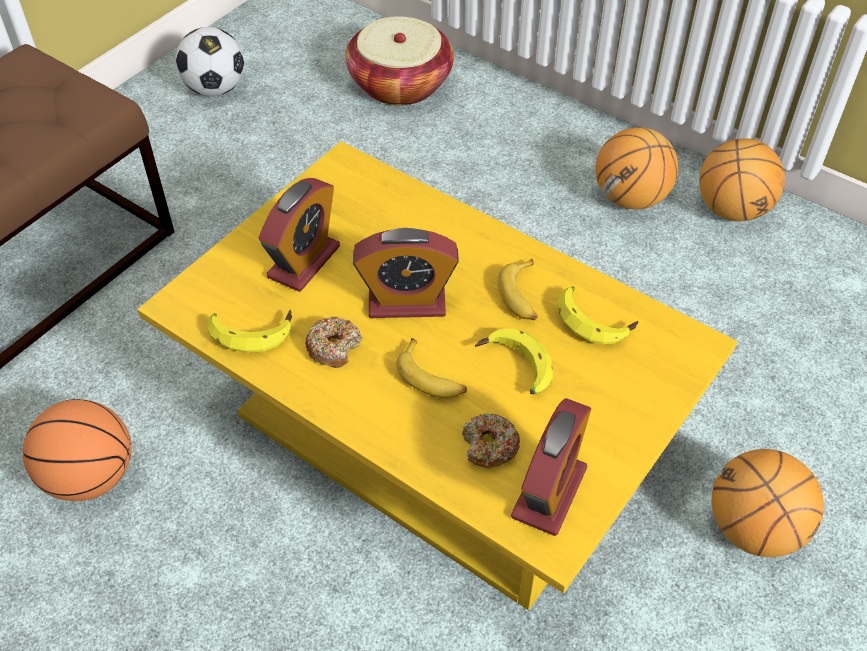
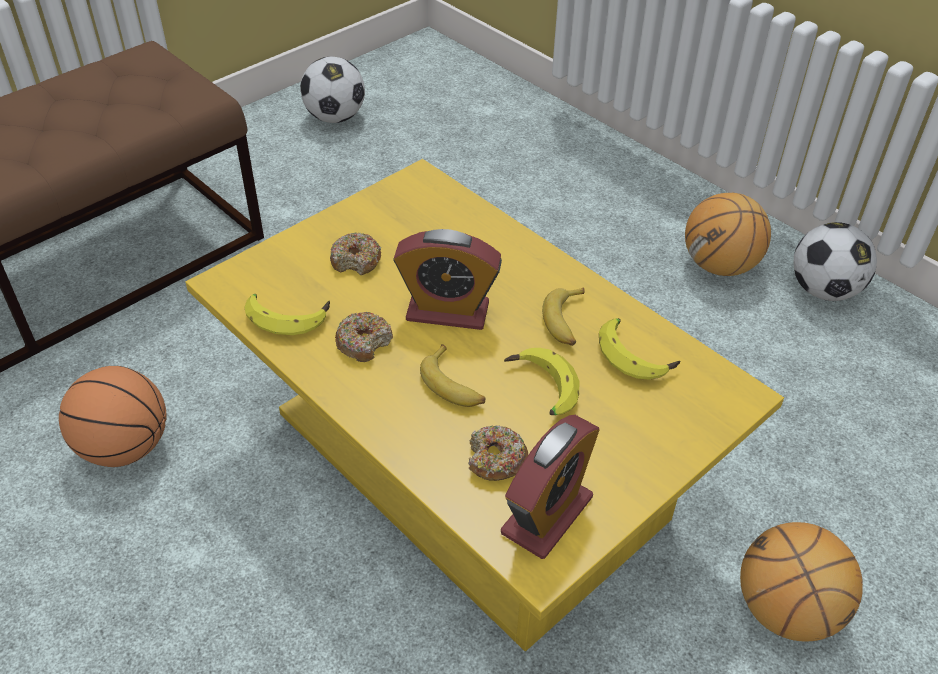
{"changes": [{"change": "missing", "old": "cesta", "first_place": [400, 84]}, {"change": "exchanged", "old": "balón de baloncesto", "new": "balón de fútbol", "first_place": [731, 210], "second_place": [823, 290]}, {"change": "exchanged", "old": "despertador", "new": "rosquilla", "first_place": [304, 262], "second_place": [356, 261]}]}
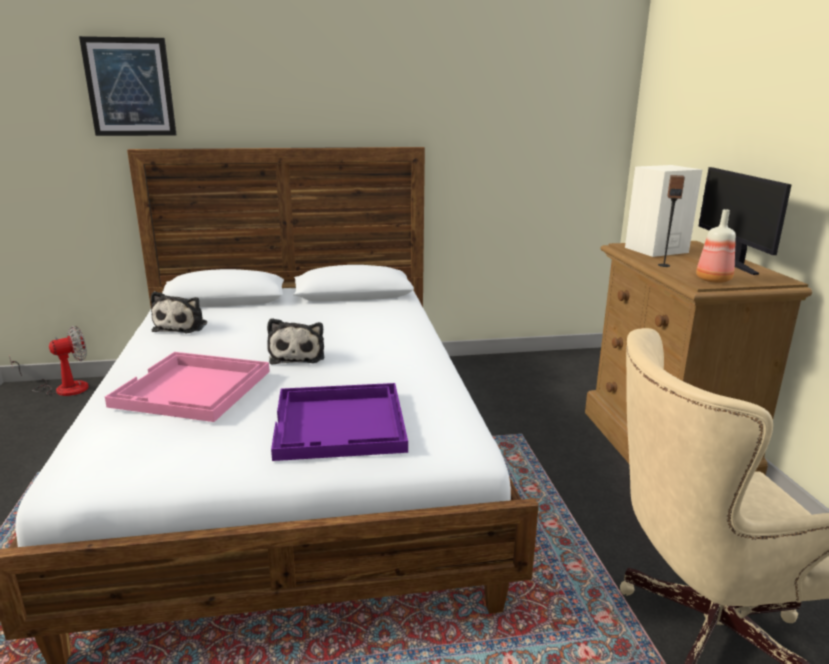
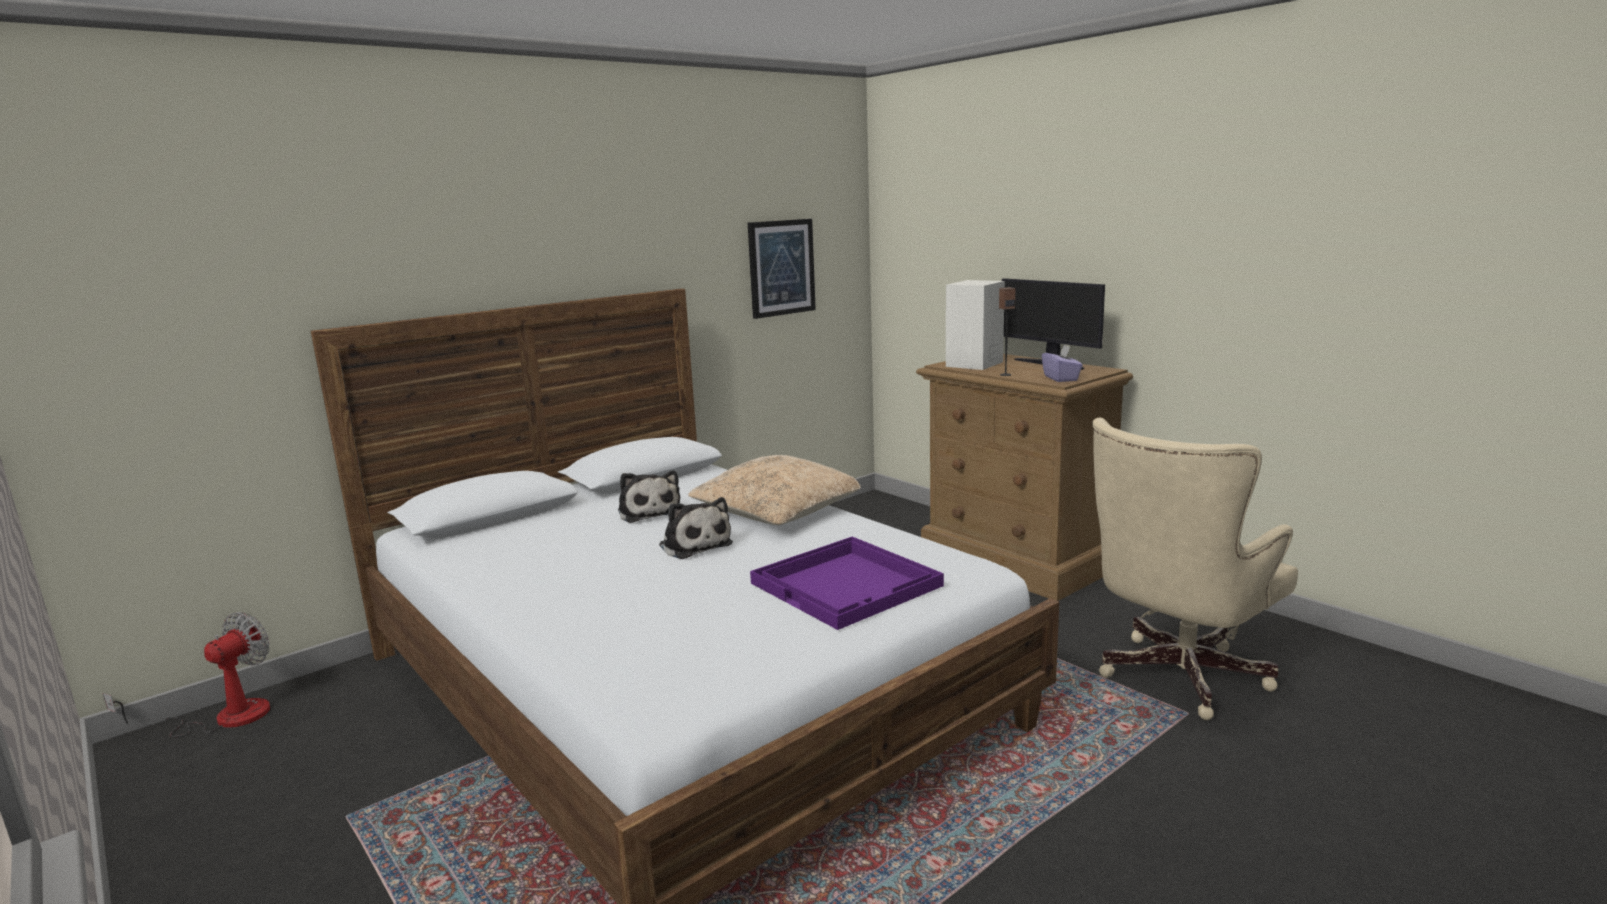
{"changes": [{"change": "relocated", "old": "cuadro", "first_place": [130, 87], "second_place": [781, 267]}, {"change": "exchanged", "old": "botella", "new": "caja de pañuelos/morado", "first_place": [712, 279], "second_place": [1061, 378]}, {"change": "relocated", "old": "peluche", "first_place": [182, 326], "second_place": [648, 512]}, {"change": "missing", "old": "bandeja/rosa", "first_place": [193, 389]}, {"change": "appeared", "new": "cojín/beis", "second_place": [778, 510]}]}
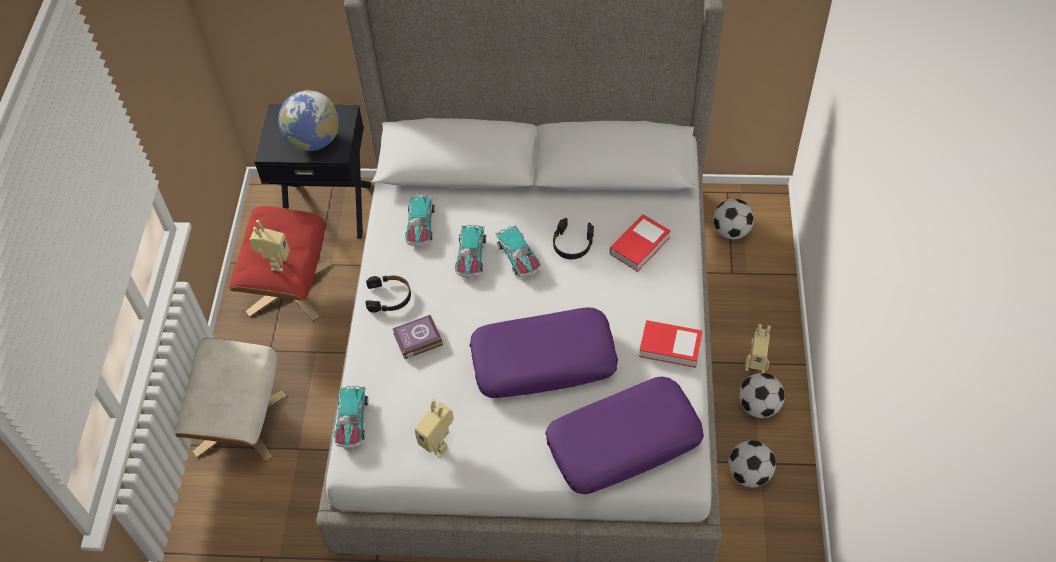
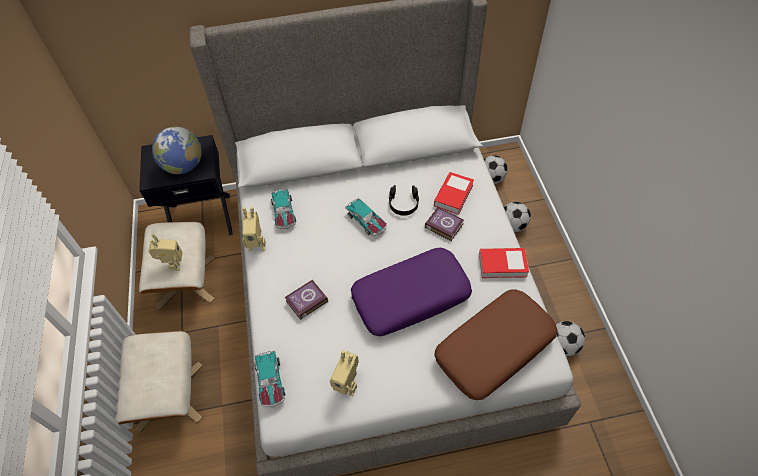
{"changes": [{"change": "colour", "old": "puf/rojo", "new": "puf/beis", "first_place": [289, 288], "second_place": [185, 282]}, {"change": "missing", "old": "coche de juguete", "first_place": [471, 256]}, {"change": "missing", "old": "auriculares/negro", "first_place": [389, 297]}, {"change": "relocated", "old": "robot de juguete", "first_place": [755, 364], "second_place": [257, 244]}, {"change": "relocated", "old": "balón de fútbol", "first_place": [759, 406], "second_place": [512, 225]}, {"change": "colour", "old": "cojín/morado", "new": "cojín/marrón", "first_place": [623, 441], "second_place": [494, 347]}, {"change": "appeared", "new": "libro", "second_place": [443, 225]}]}
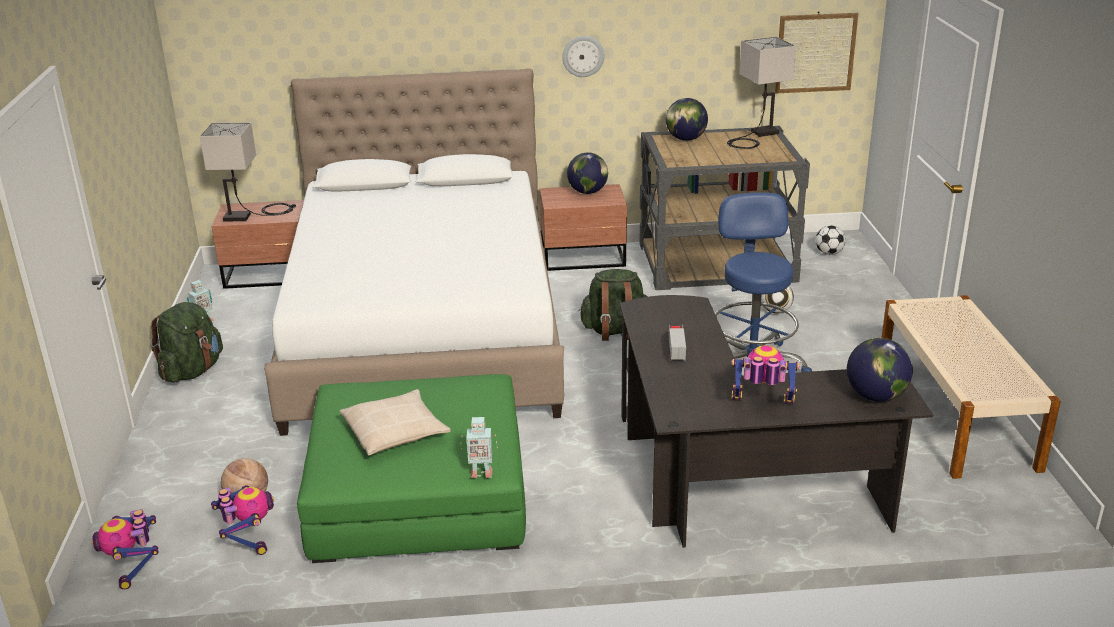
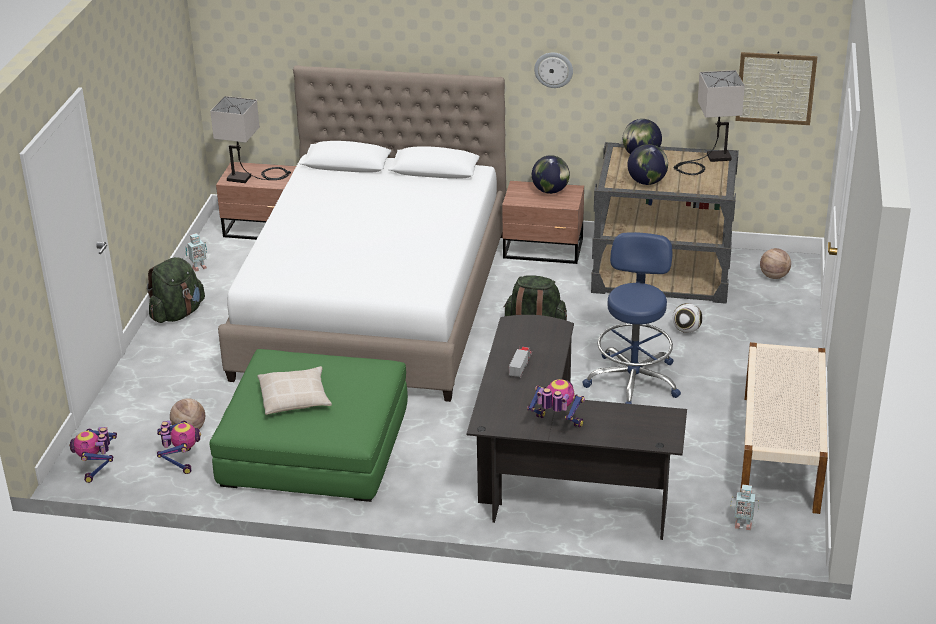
{"changes": [{"change": "exchanged", "old": "balón de fútbol", "new": "balón de baloncesto", "first_place": [829, 253], "second_place": [774, 276]}, {"change": "relocated", "old": "globo terráqueo", "first_place": [876, 396], "second_place": [647, 182]}, {"change": "relocated", "old": "robot de juguete", "first_place": [480, 472], "second_place": [742, 525]}]}
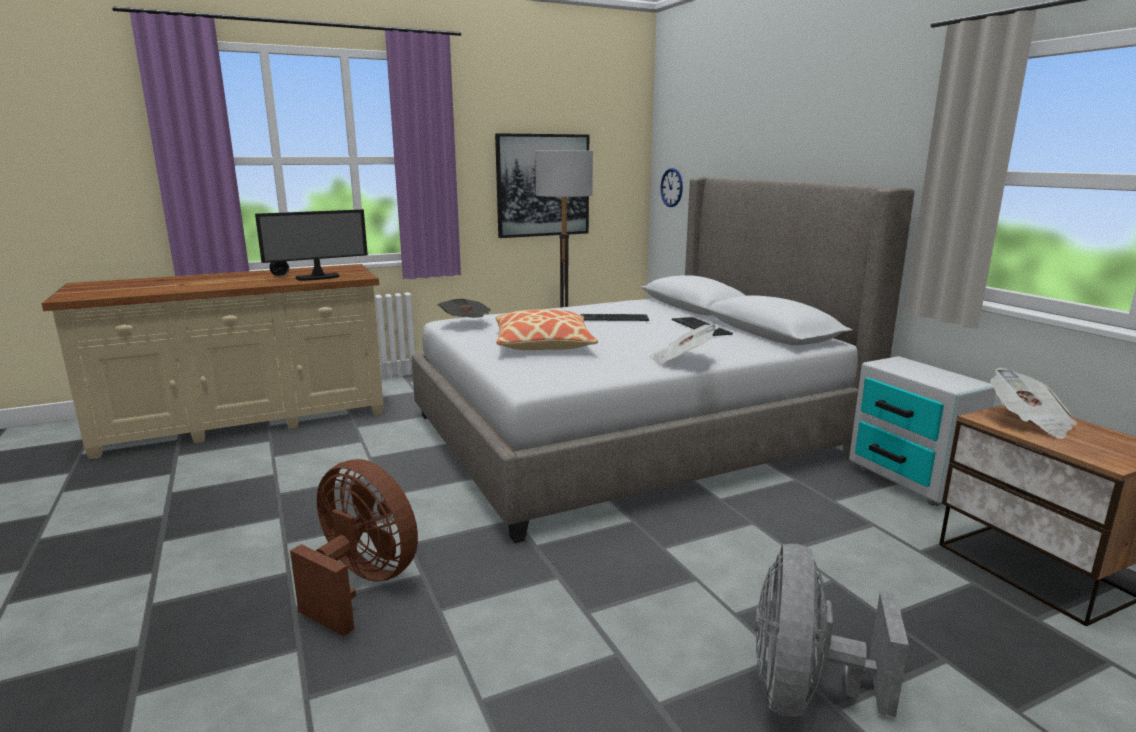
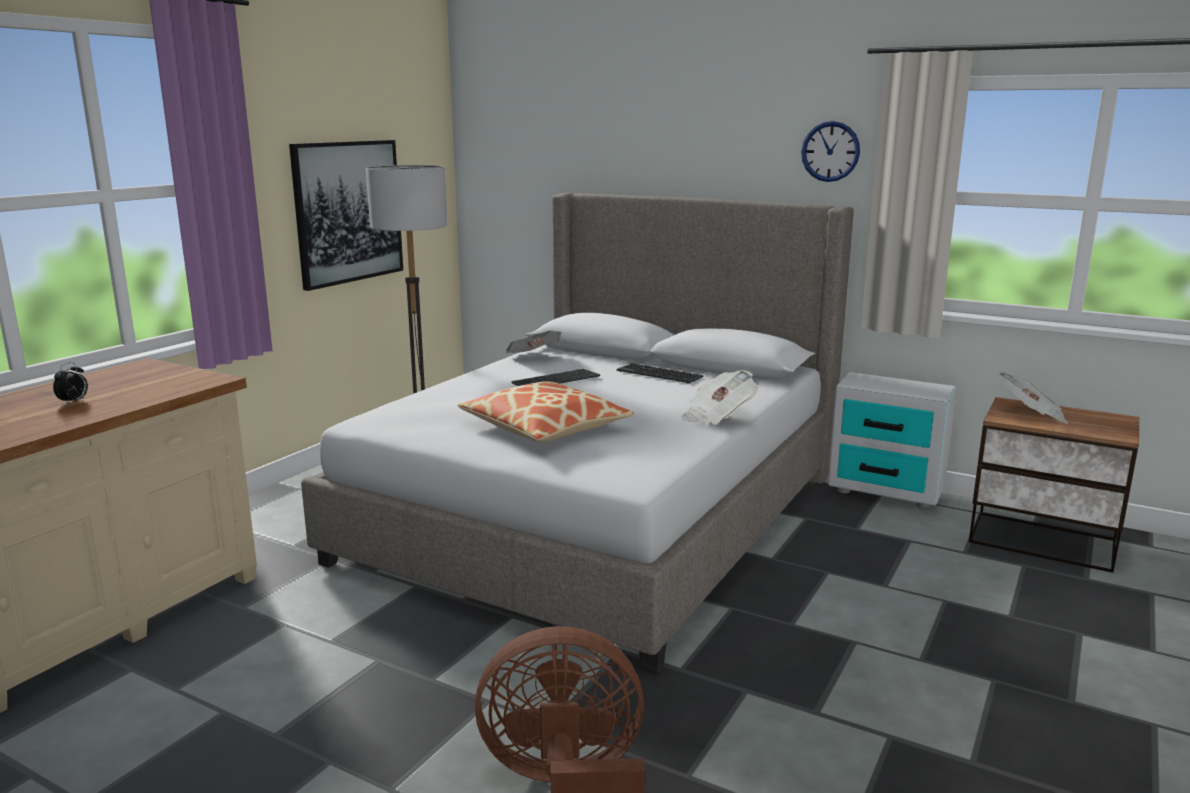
{"changes": [{"change": "relocated", "old": "reloj de pared", "first_place": [671, 187], "second_place": [830, 151]}, {"change": "missing", "old": "monitor", "first_place": [318, 278]}, {"change": "relocated", "old": "periódico", "first_place": [466, 323], "second_place": [533, 358]}, {"change": "missing", "old": "ventilador/gris", "first_place": [804, 693]}]}
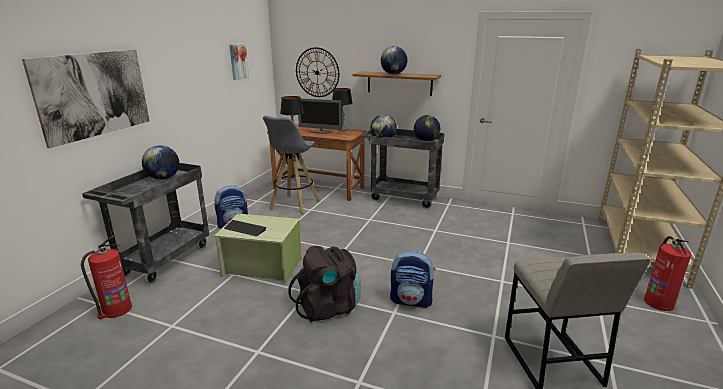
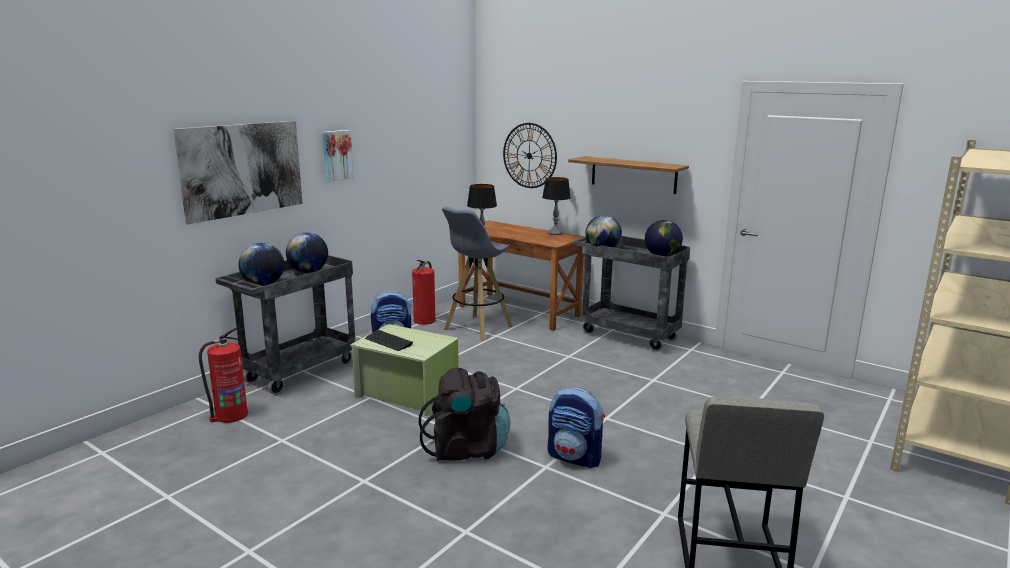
{"changes": [{"change": "relocated", "old": "cuadro", "first_place": [238, 61], "second_place": [336, 155]}, {"change": "relocated", "old": "globo terráqueo", "first_place": [393, 74], "second_place": [263, 285]}, {"change": "missing", "old": "monitor", "first_place": [320, 132]}, {"change": "relocated", "old": "extintor", "first_place": [658, 302], "second_place": [425, 320]}]}
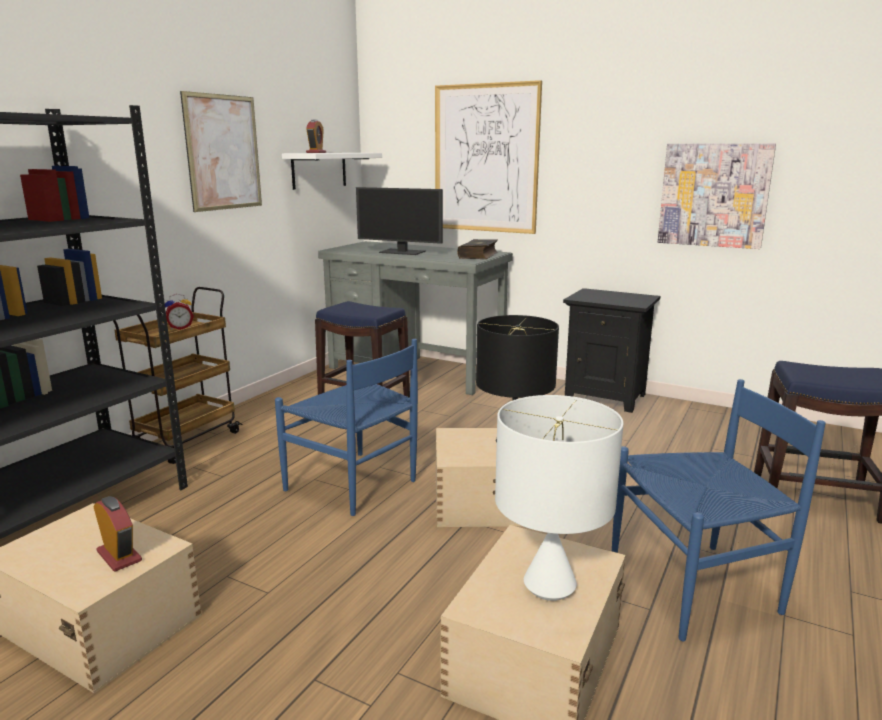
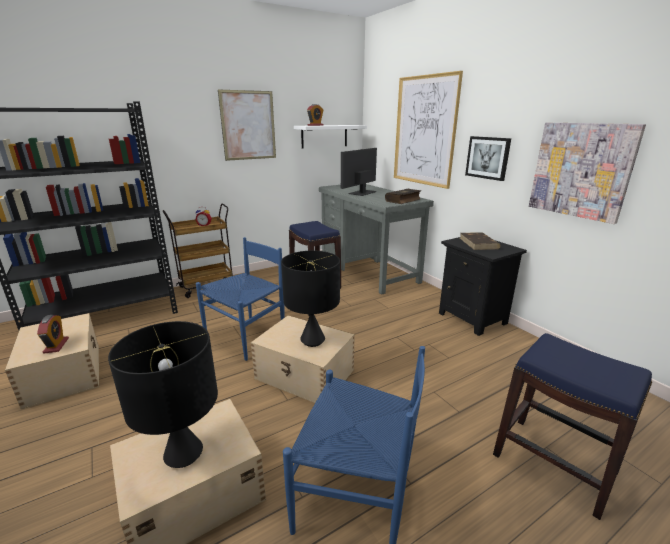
{"changes": [{"change": "spun", "old": "monitor", "first_place": [402, 252], "second_place": [362, 192], "degrees": 75}, {"change": "spun", "old": "silla/azul", "first_place": [354, 485], "second_place": [247, 336], "degrees": -120}, {"change": "colour", "old": "lámpara de mesa/blanco", "new": "lámpara de mesa/negro", "first_place": [549, 587], "second_place": [184, 455]}, {"change": "appeared", "new": "cuadro", "second_place": [488, 157]}, {"change": "appeared", "new": "libro/marrón", "second_place": [479, 243]}]}
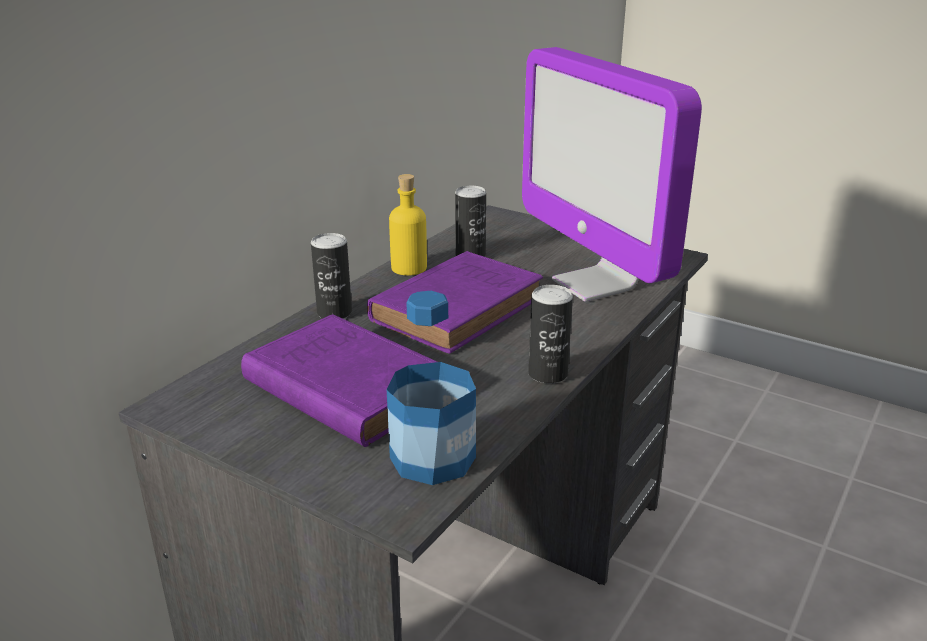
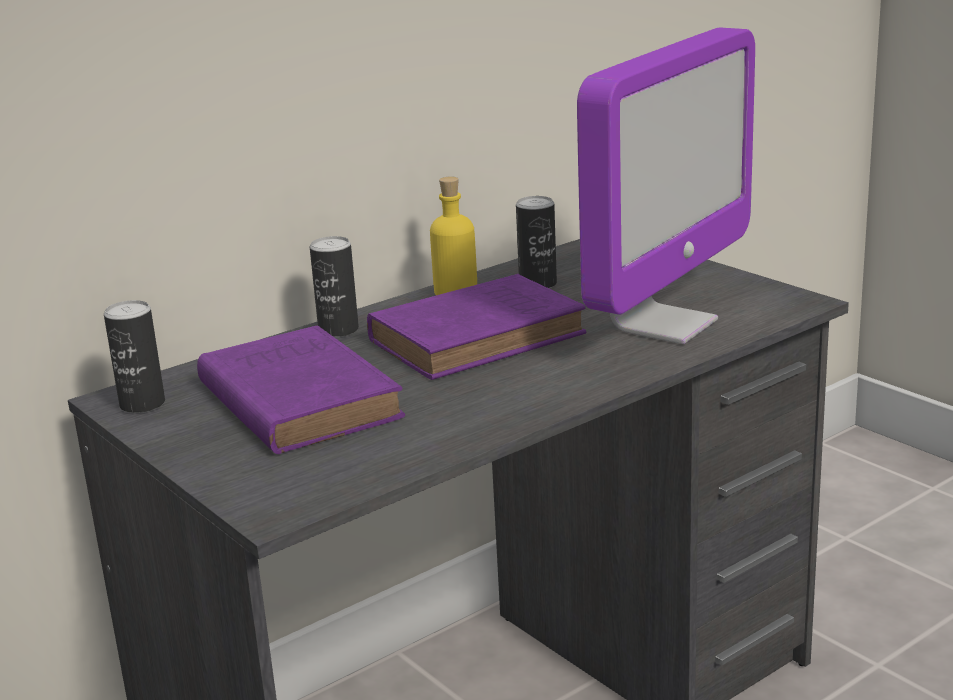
{"changes": [{"change": "spun", "old": "monitor", "first_place": [594, 284], "second_place": [664, 325], "degrees": -135}, {"change": "relocated", "old": "lata", "first_place": [547, 374], "second_place": [142, 404]}, {"change": "missing", "old": "botella", "first_place": [433, 457]}]}
